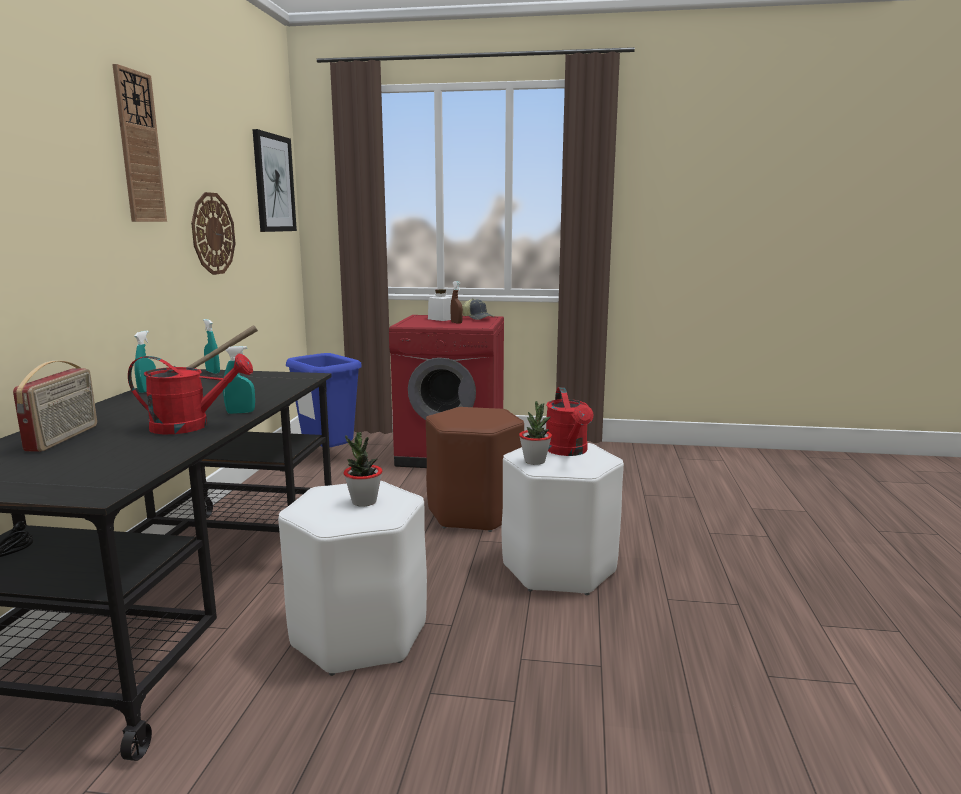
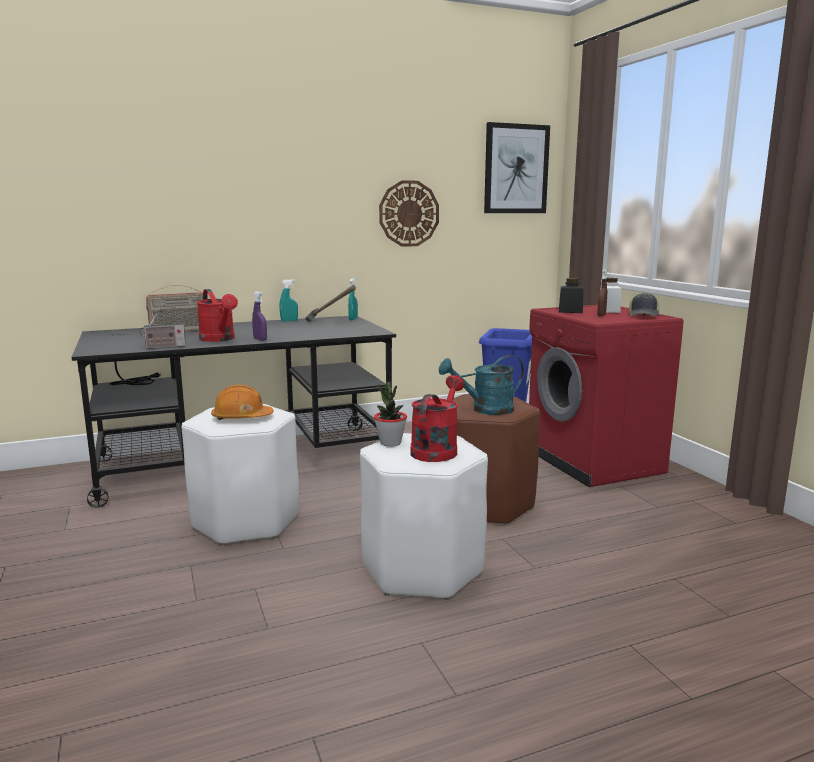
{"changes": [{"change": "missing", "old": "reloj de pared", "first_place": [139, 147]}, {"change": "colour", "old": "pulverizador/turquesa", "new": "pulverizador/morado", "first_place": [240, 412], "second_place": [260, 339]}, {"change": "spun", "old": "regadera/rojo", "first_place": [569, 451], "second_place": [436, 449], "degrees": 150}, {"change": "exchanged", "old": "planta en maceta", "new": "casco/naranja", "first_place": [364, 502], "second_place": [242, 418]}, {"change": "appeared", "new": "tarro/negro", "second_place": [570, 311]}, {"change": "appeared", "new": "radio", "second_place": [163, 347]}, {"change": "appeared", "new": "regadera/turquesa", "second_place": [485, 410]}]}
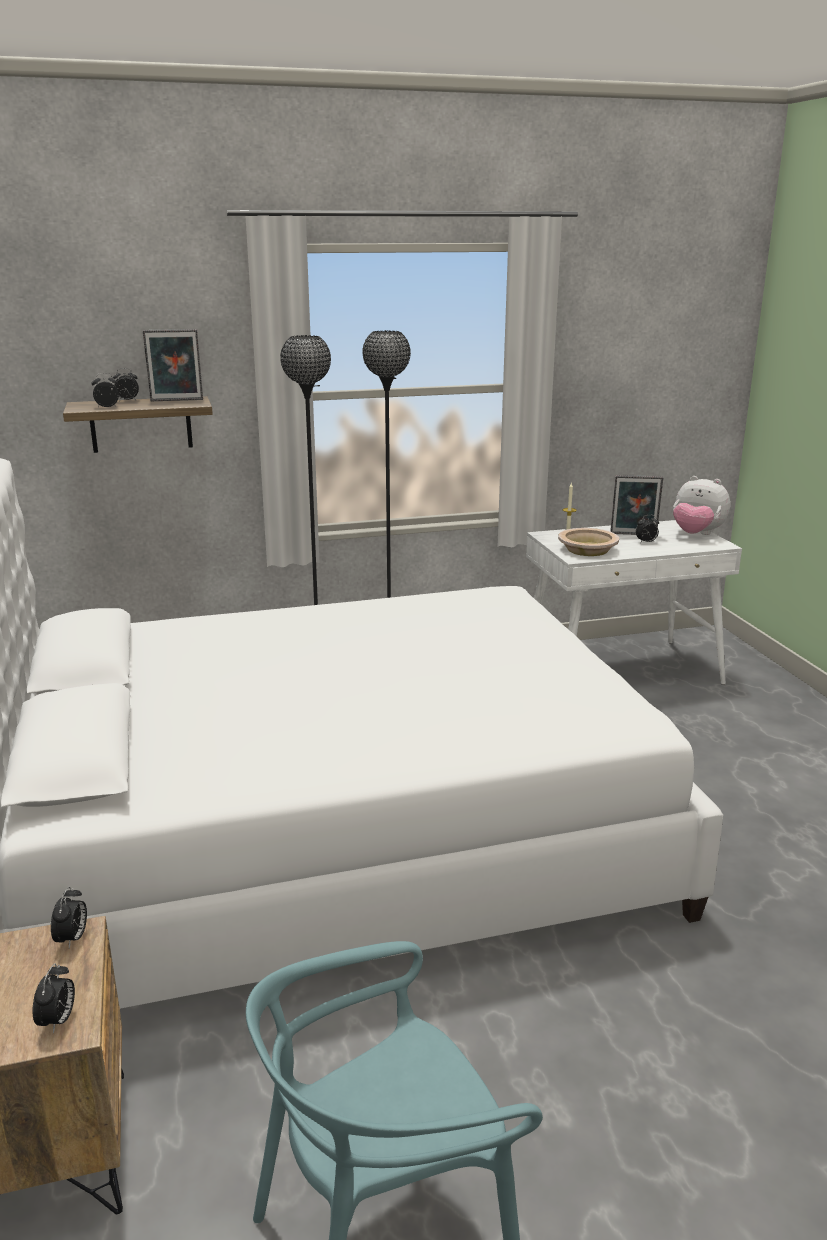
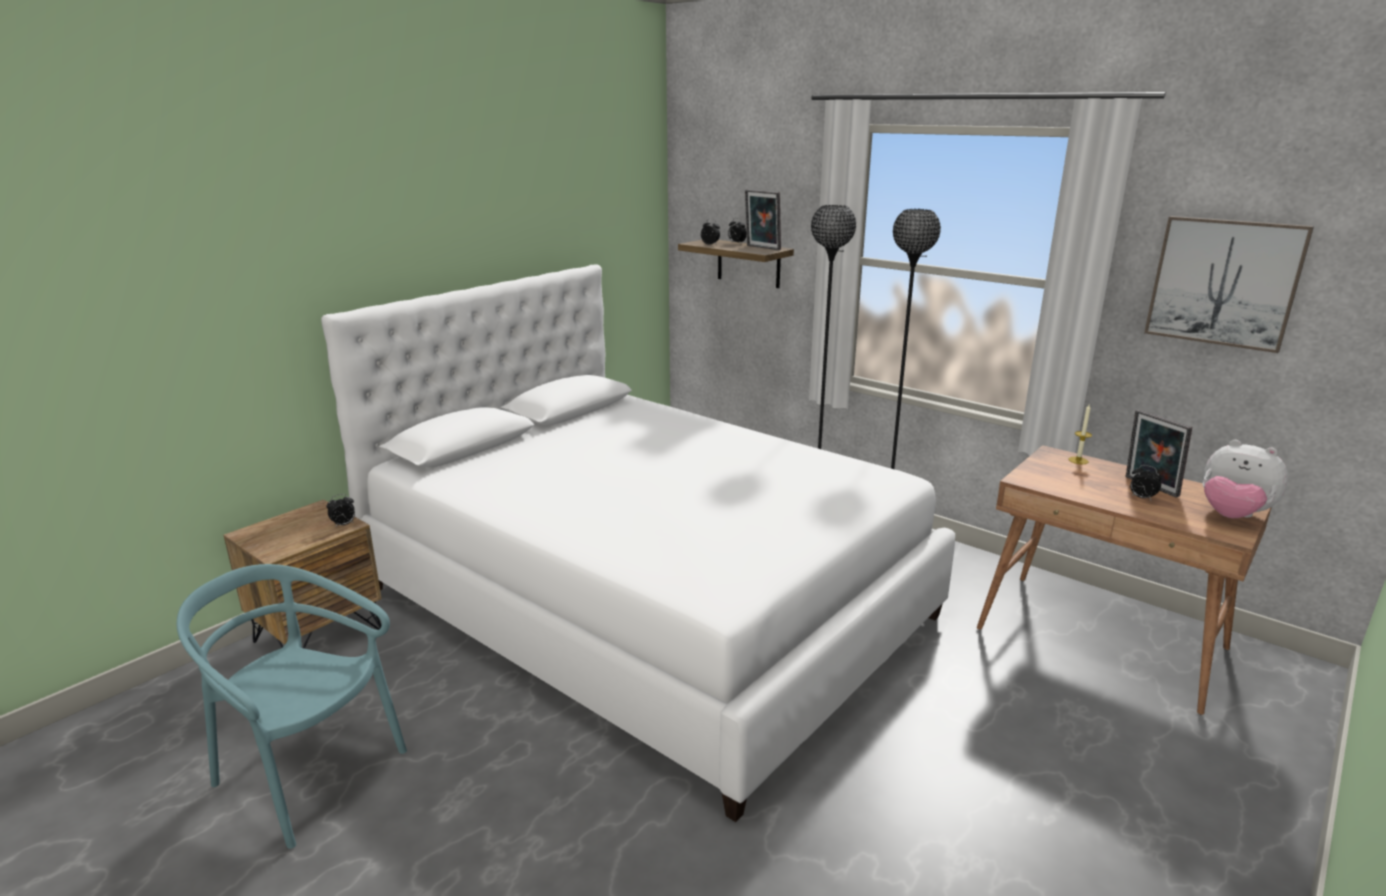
{"changes": [{"change": "spun", "old": "peluche", "first_place": [696, 534], "second_place": [1232, 516], "degrees": -45}, {"change": "colour", "old": "escritorio/blanco", "new": "escritorio/marrón", "first_place": [620, 671], "second_place": [1101, 639]}, {"change": "missing", "old": "cuenco/beis", "first_place": [587, 549]}, {"change": "missing", "old": "despertador", "first_place": [58, 1020]}, {"change": "appeared", "new": "cuadro", "second_place": [1224, 282]}]}
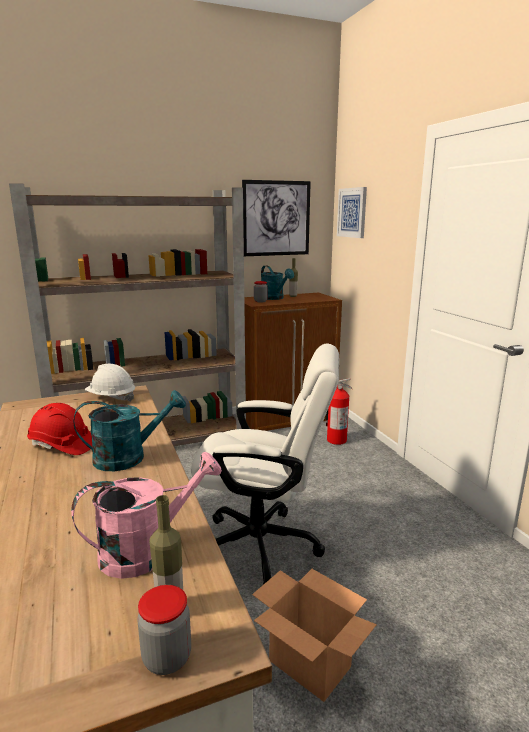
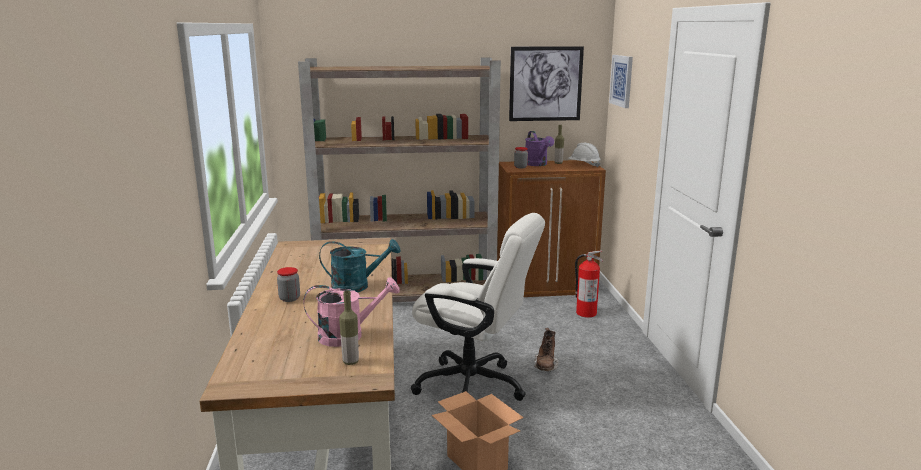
{"changes": [{"change": "colour", "old": "regadera/turquesa", "new": "regadera/morado", "first_place": [275, 298], "second_place": [537, 164]}, {"change": "relocated", "old": "casco/blanco", "first_place": [111, 398], "second_place": [583, 165]}, {"change": "missing", "old": "casco/rojo", "first_place": [62, 446]}, {"change": "relocated", "old": "tarro", "first_place": [167, 658], "second_place": [289, 298]}, {"change": "appeared", "new": "bota/marrón", "second_place": [545, 366]}]}
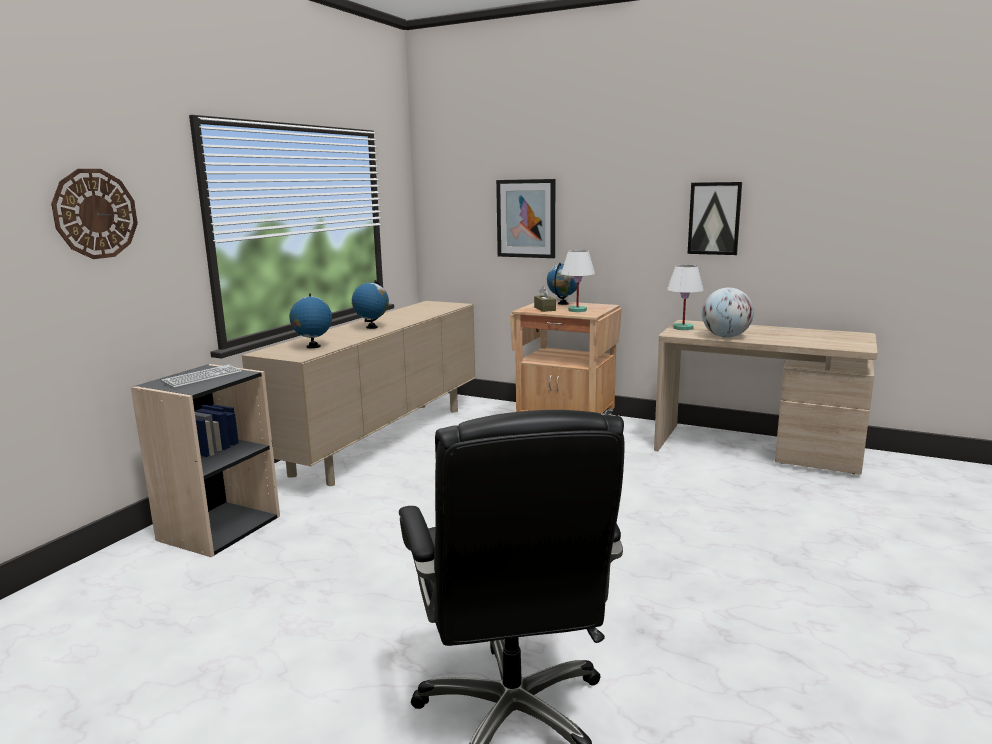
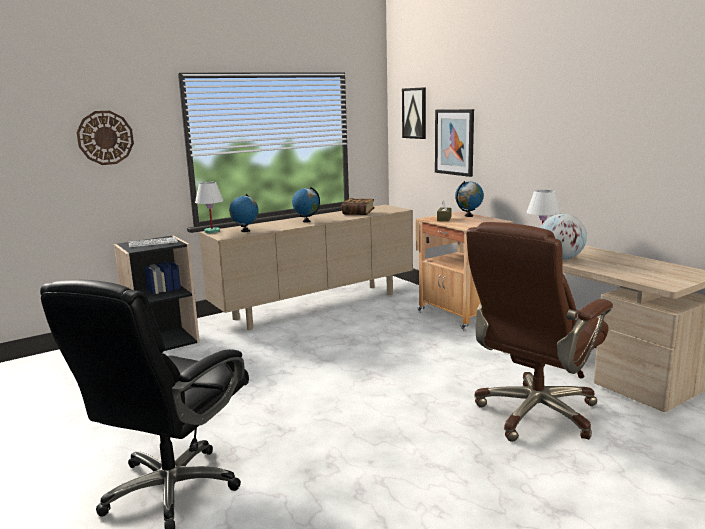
{"changes": [{"change": "relocated", "old": "cuadro", "first_place": [714, 218], "second_place": [414, 113]}, {"change": "relocated", "old": "lámpara de mesa/blanco", "first_place": [578, 310], "second_place": [212, 231]}, {"change": "appeared", "new": "libro", "second_place": [358, 213]}, {"change": "appeared", "new": "silla de oficina/marrón", "second_place": [533, 415]}]}
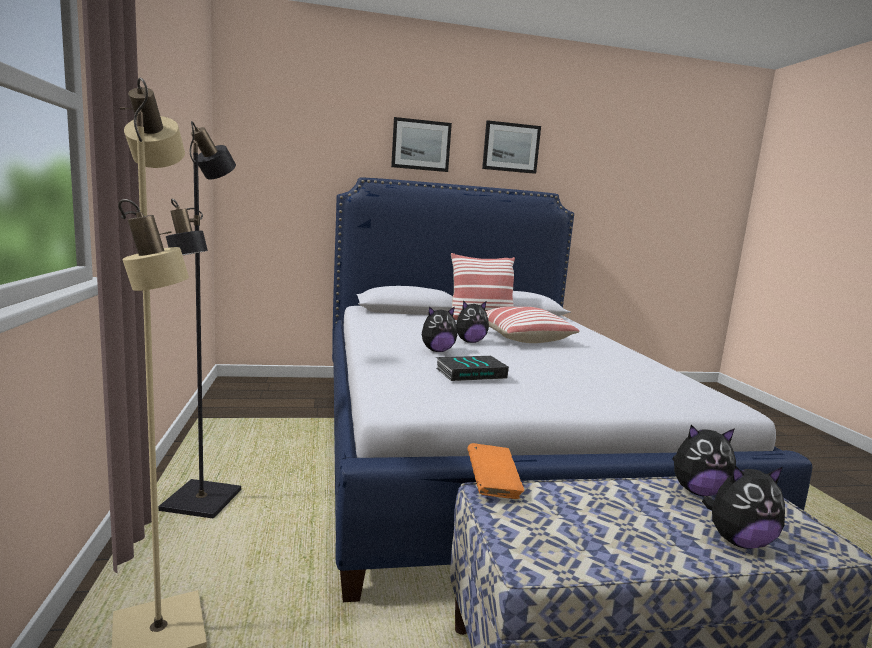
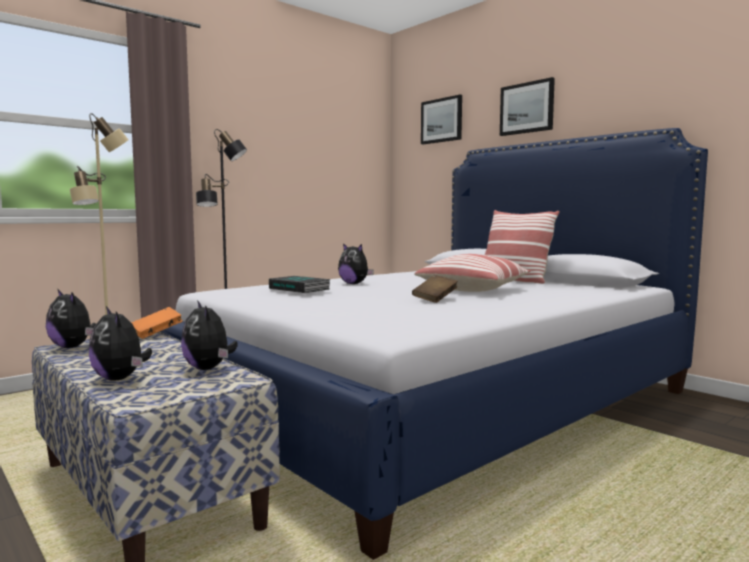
{"changes": [{"change": "relocated", "old": "cuadro", "first_place": [511, 147], "second_place": [441, 120]}, {"change": "relocated", "old": "peluche", "first_place": [470, 342], "second_place": [73, 347]}, {"change": "appeared", "new": "libro/marrón", "second_place": [435, 299]}]}
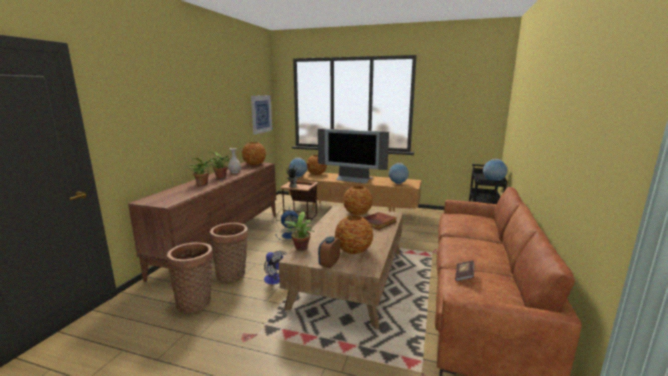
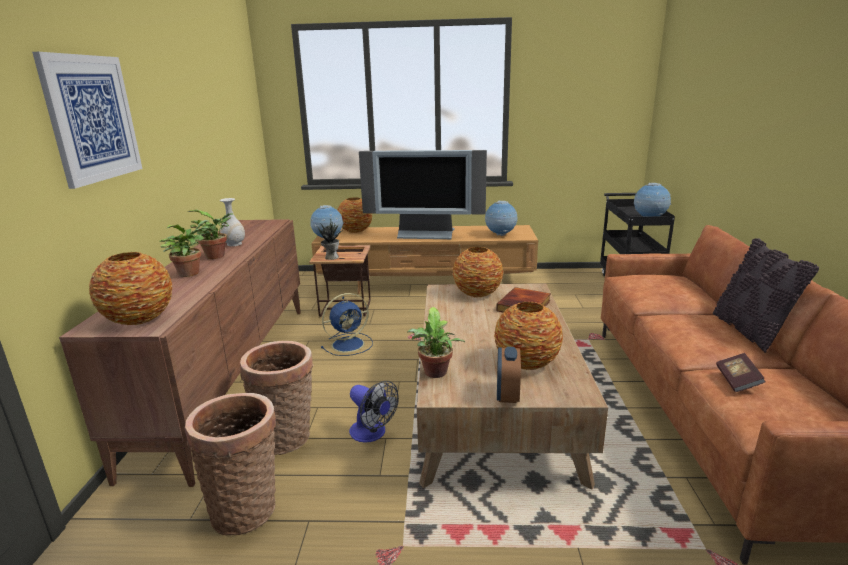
{"changes": [{"change": "relocated", "old": "cuadro", "first_place": [261, 114], "second_place": [92, 118]}, {"change": "relocated", "old": "florero", "first_place": [255, 164], "second_place": [140, 319]}, {"change": "appeared", "new": "cojín/negro", "second_place": [750, 332]}]}
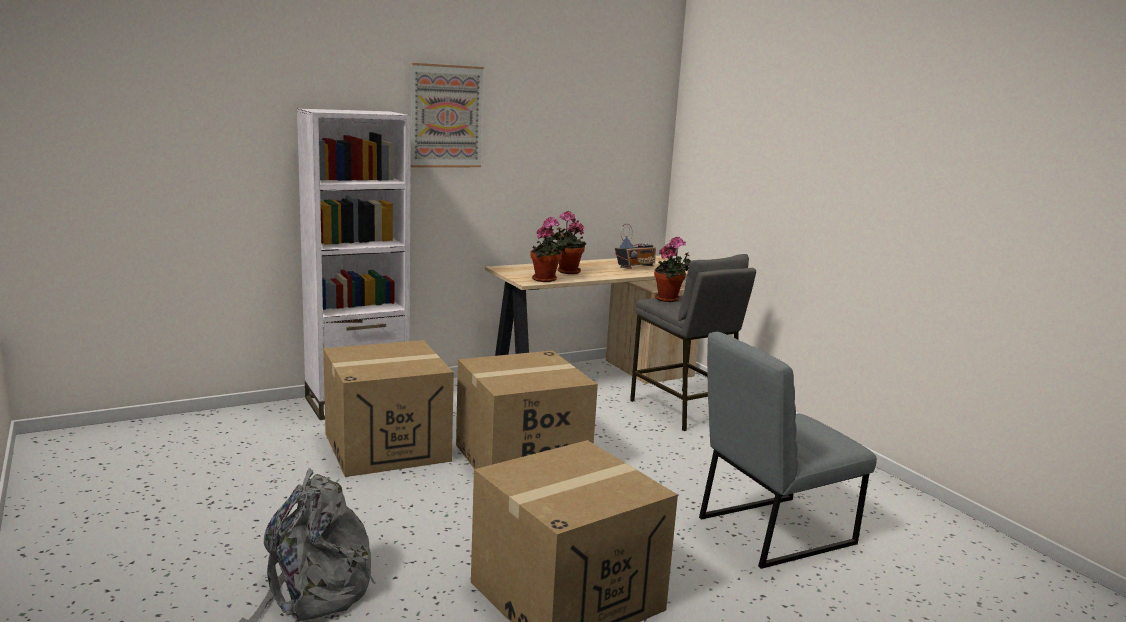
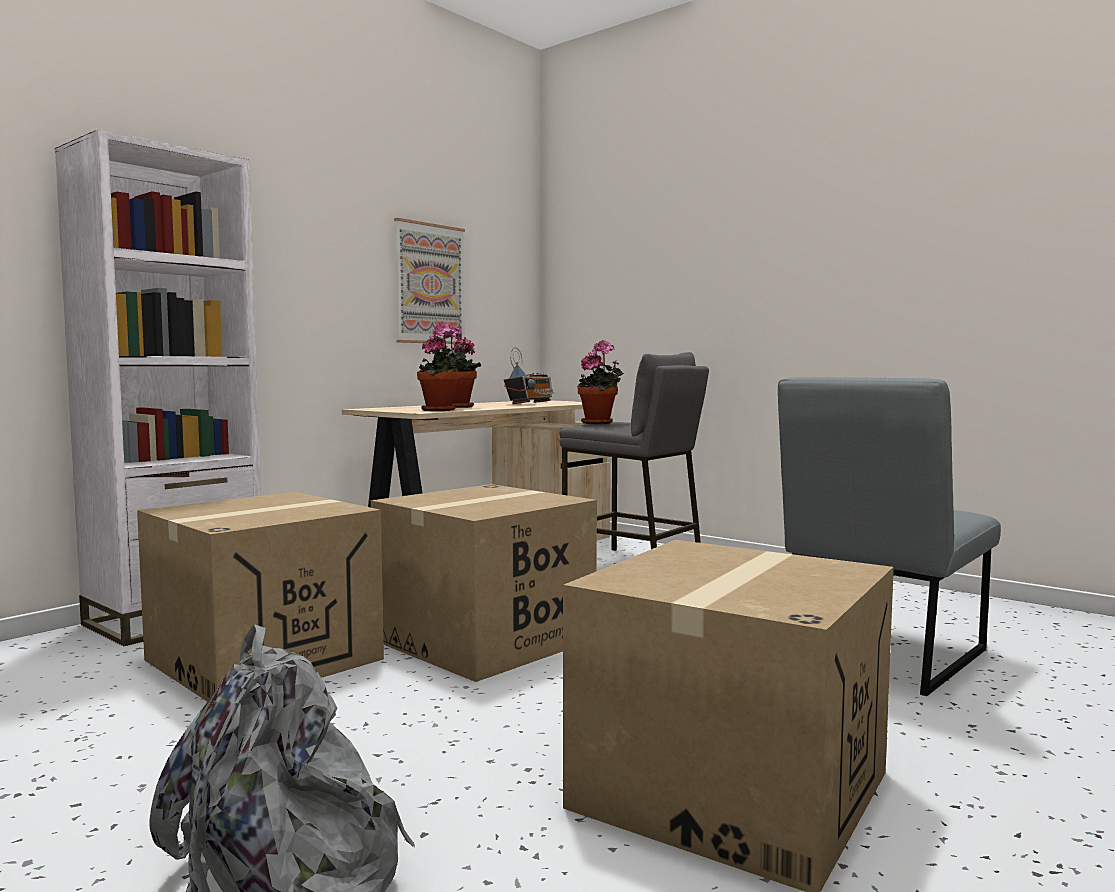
{"changes": [{"change": "relocated", "old": "cuadro", "first_place": [446, 116], "second_place": [429, 284]}]}
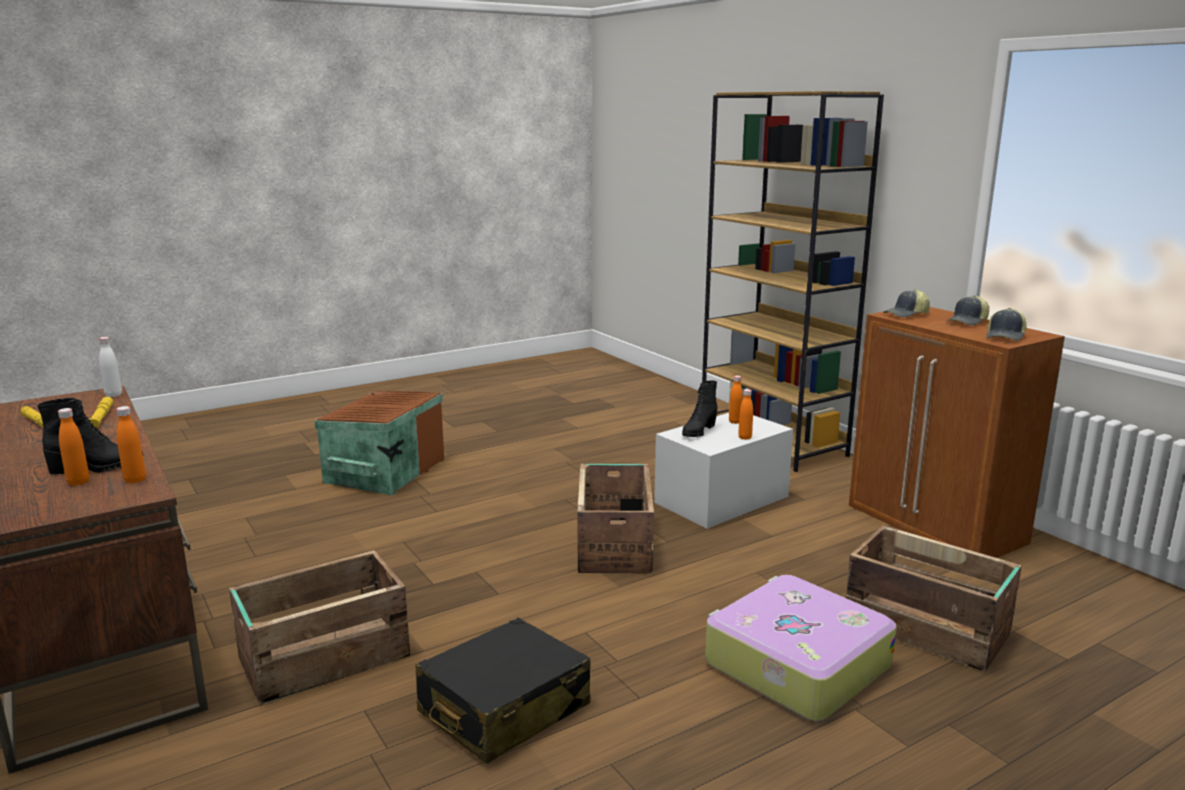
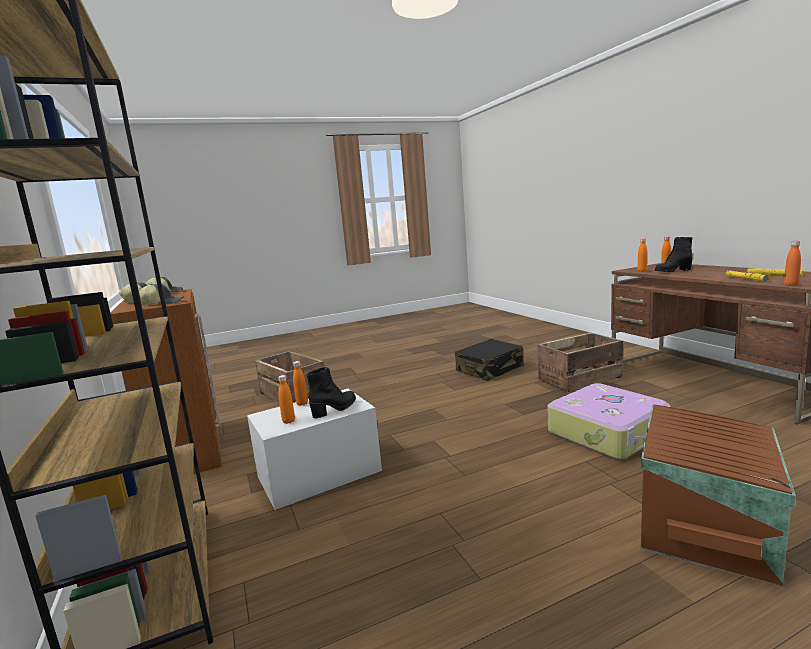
{"changes": [{"change": "colour", "old": "botella/blanco", "new": "botella/naranja", "first_place": [113, 395], "second_place": [791, 285]}, {"change": "missing", "old": "caja de embalaje", "first_place": [615, 544]}, {"change": "relocated", "old": "maleta", "first_place": [794, 664], "second_place": [608, 433]}]}
